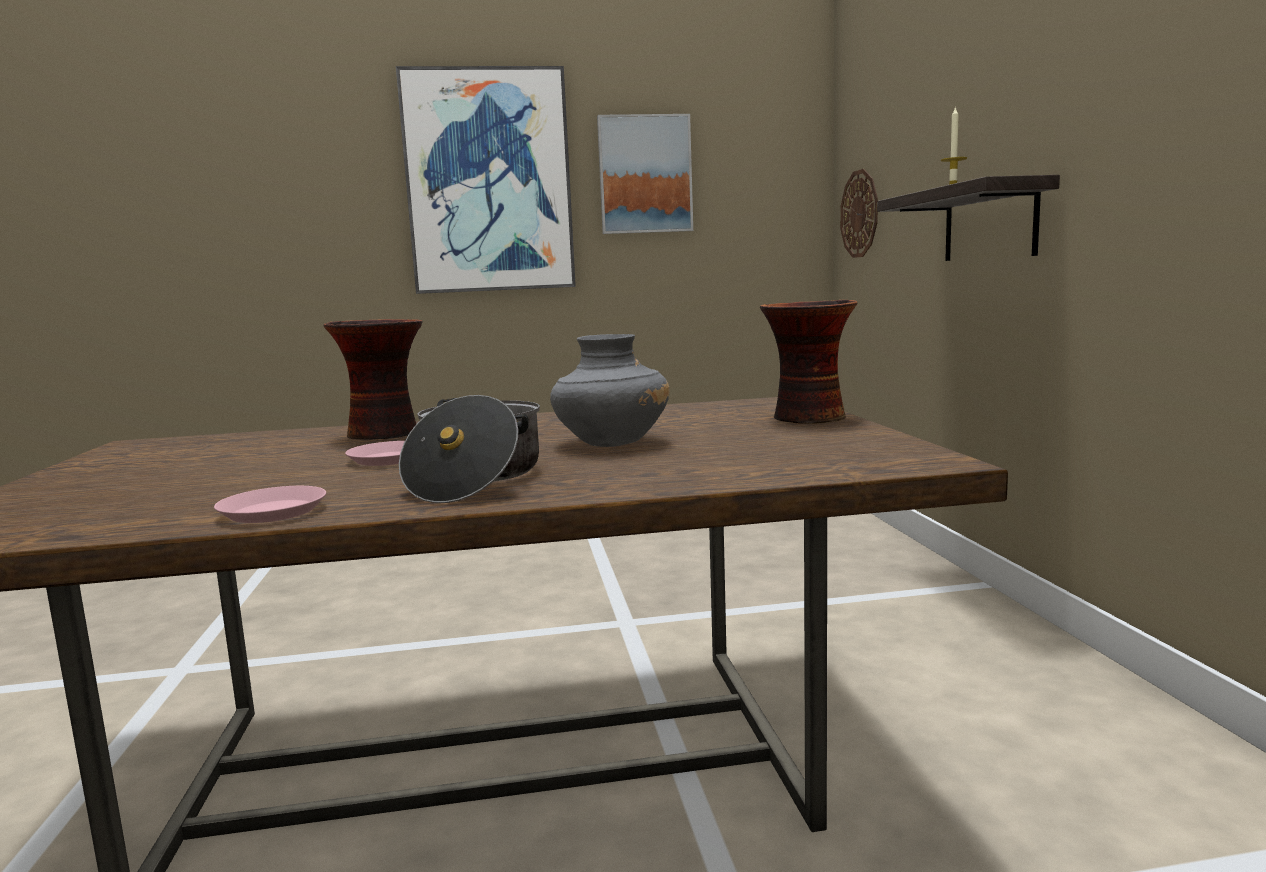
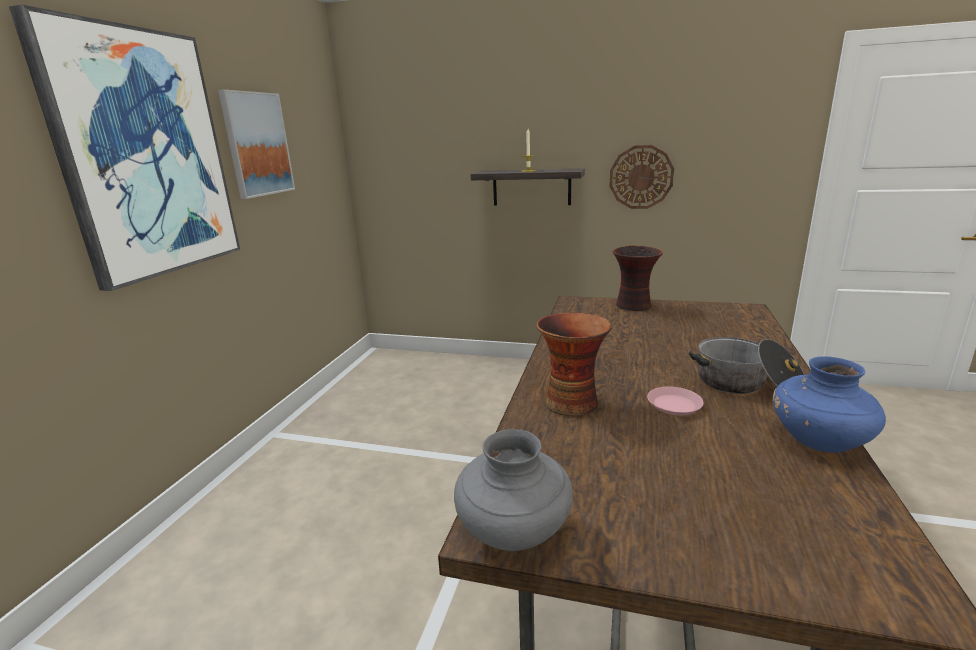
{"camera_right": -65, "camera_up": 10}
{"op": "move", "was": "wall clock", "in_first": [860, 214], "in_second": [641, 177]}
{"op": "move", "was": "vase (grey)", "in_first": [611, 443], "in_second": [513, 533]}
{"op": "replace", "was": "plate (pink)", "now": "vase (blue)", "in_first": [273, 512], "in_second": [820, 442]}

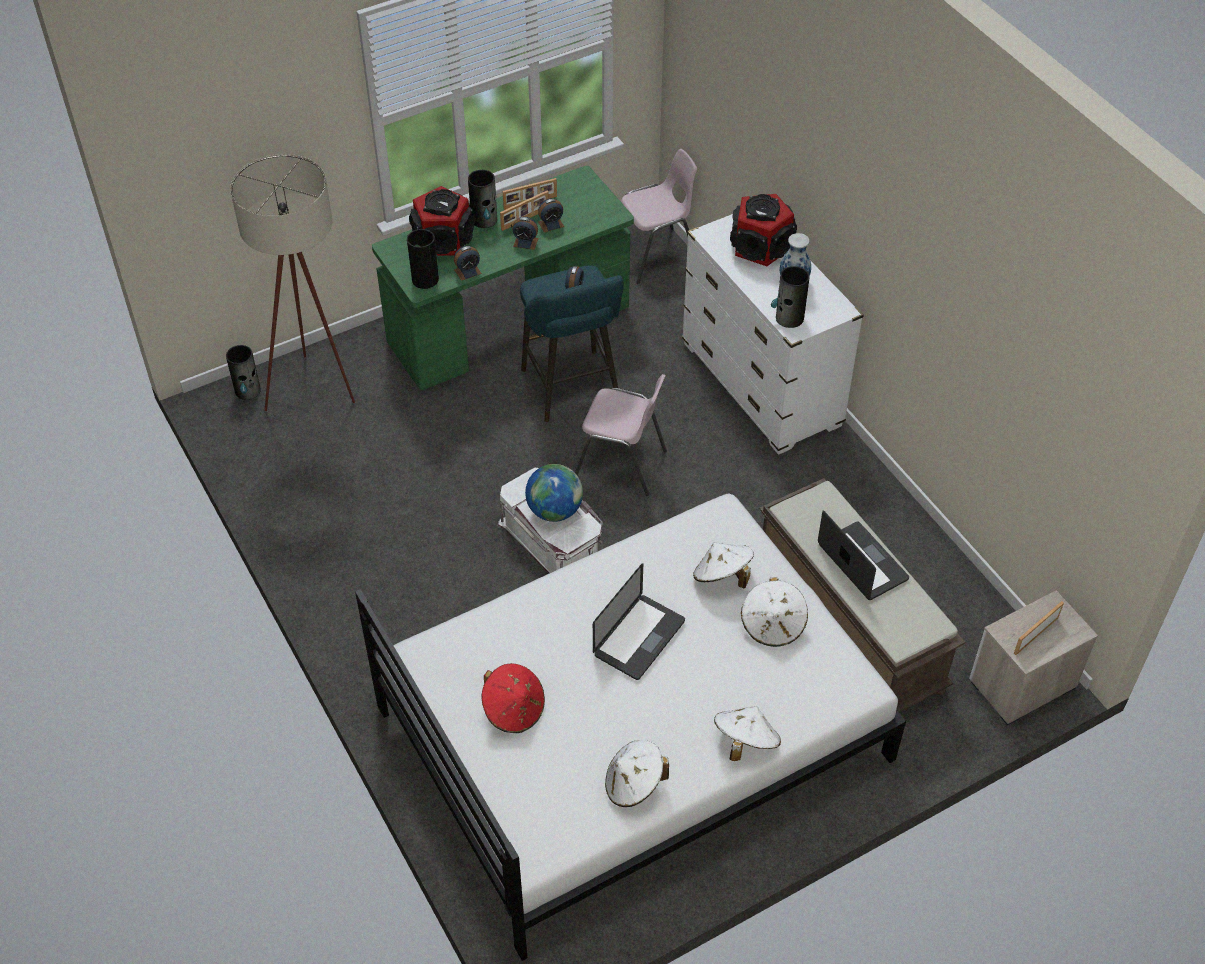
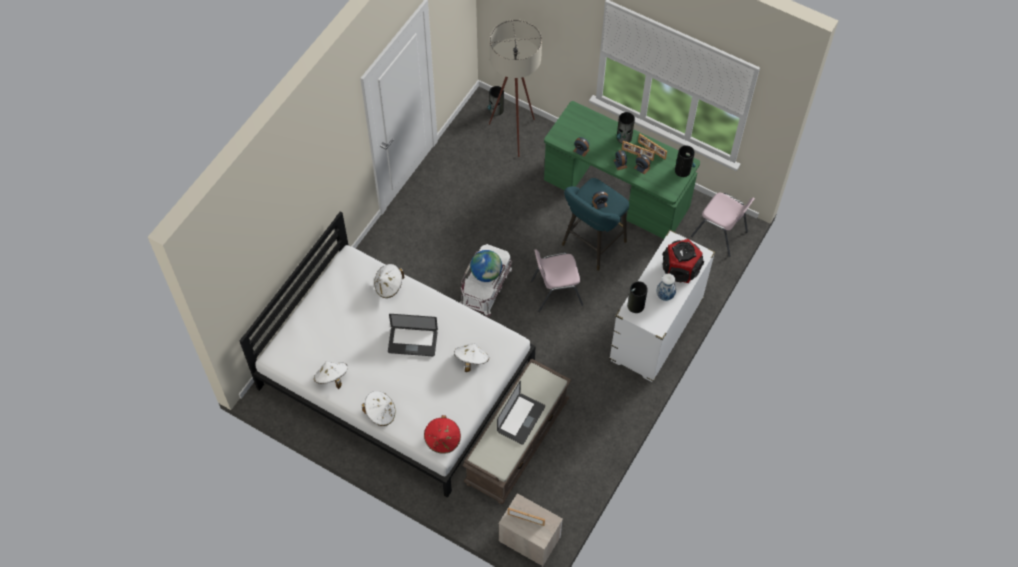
{"camera_right": 60, "camera_up": 10}
{"op": "delete", "was": "speaker", "in_first": [443, 240]}
{"op": "move", "was": "vase", "in_first": [425, 279], "in_second": [683, 170]}
{"op": "rotate", "was": "chair (pink)", "in_first": [621, 465], "in_second": [555, 292], "clockwise": 90}
{"op": "move", "was": "hat (white)", "in_first": [773, 625], "in_second": [389, 286]}
{"op": "move", "was": "hat (red)", "in_first": [514, 709], "in_second": [443, 440]}

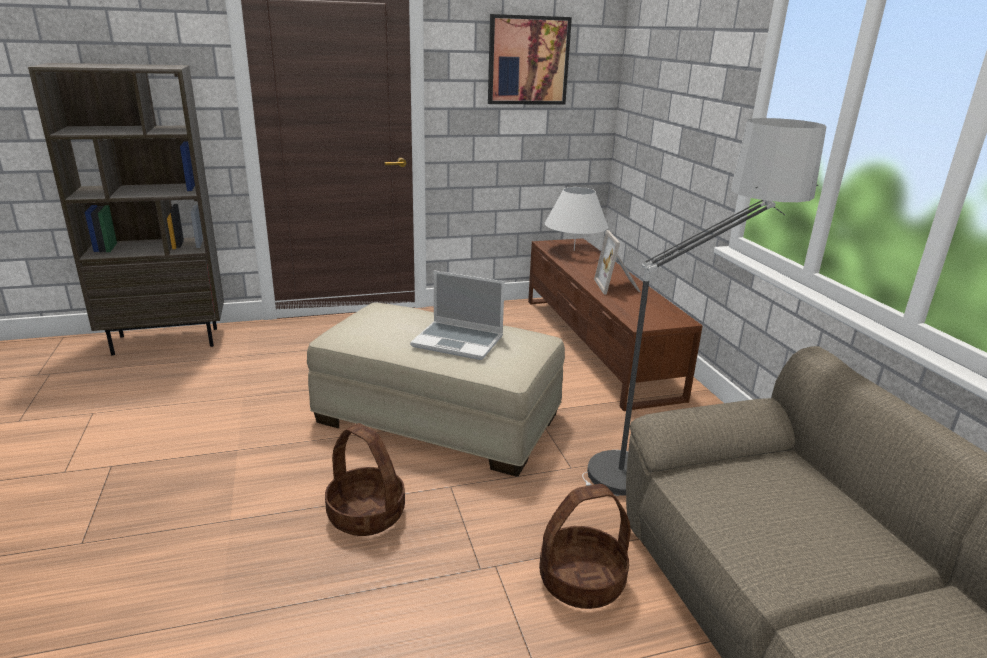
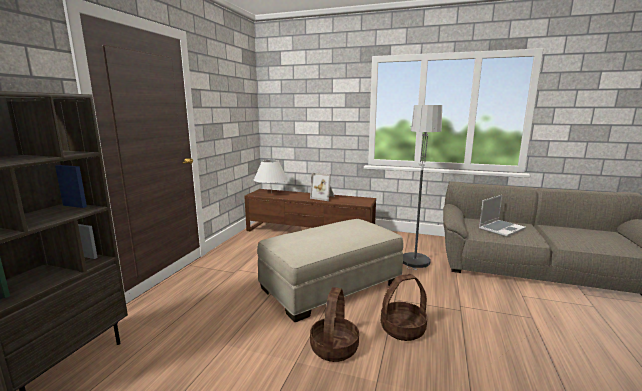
{"camera_right": -55, "camera_up": -10}
{"op": "delete", "was": "picture", "in_first": [528, 60]}
{"op": "move", "was": "laptop", "in_first": [459, 342], "in_second": [501, 228]}
{"op": "move", "was": "basket", "in_first": [581, 580], "in_second": [334, 347]}

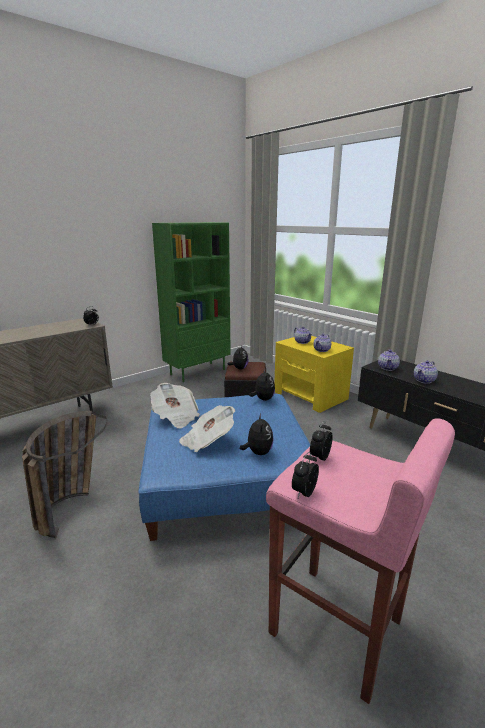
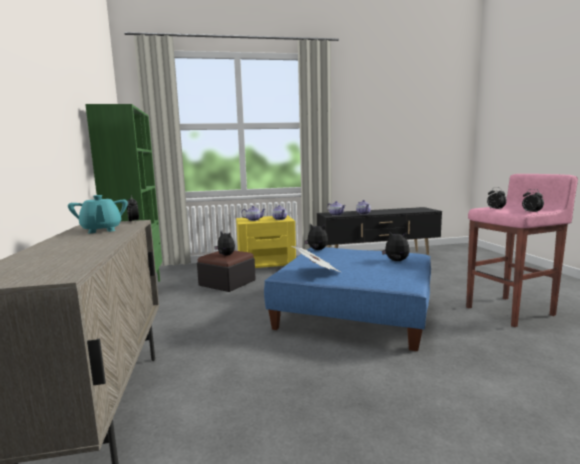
{"camera_right": -60, "camera_up": -10}
{"op": "delete", "was": "newspaper", "in_first": [207, 440]}
{"op": "delete", "was": "basket", "in_first": [71, 505]}
{"op": "insert", "now": "teapot (turquoise)", "in_second": [101, 230]}

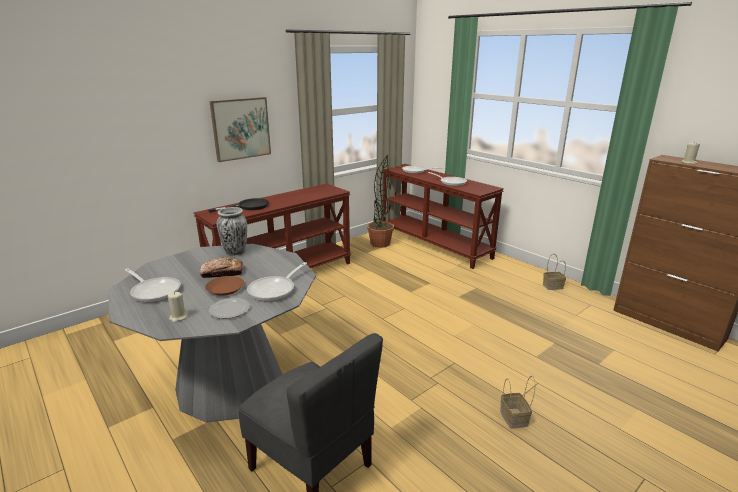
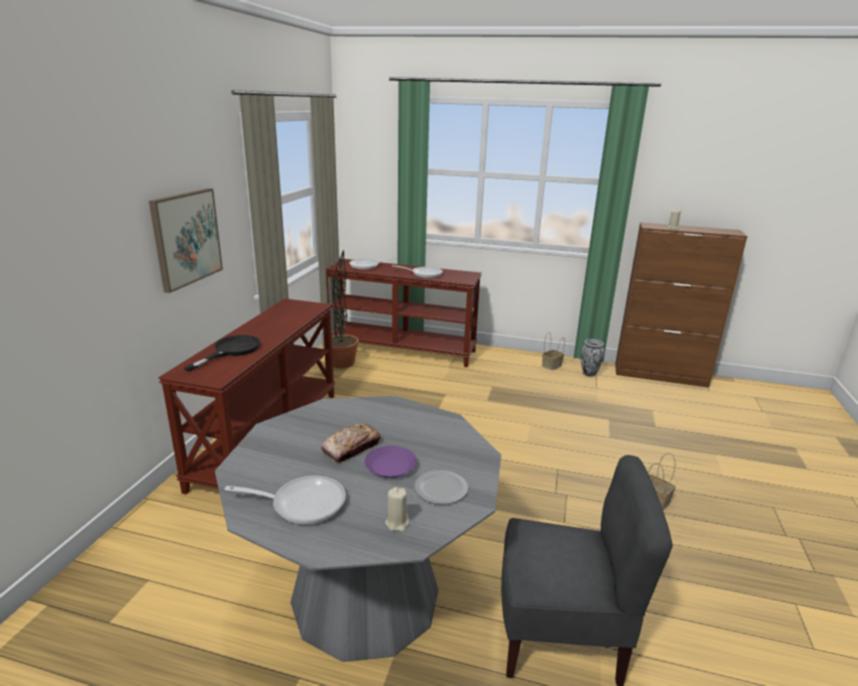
{"camera_right": -35, "camera_up": 0}
{"op": "move", "was": "vase", "in_first": [235, 252], "in_second": [589, 373]}
{"op": "delete", "was": "frying pan", "in_first": [275, 290]}
{"op": "recolor", "was": "plate (brown)", "now": "plate (purple)", "in_first": [225, 289], "in_second": [391, 466]}

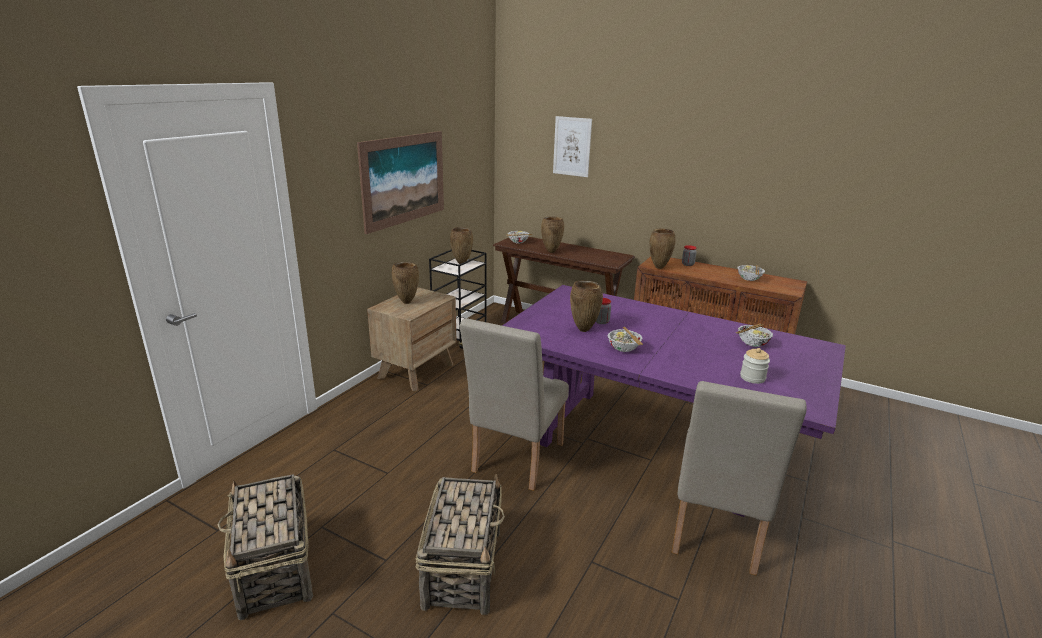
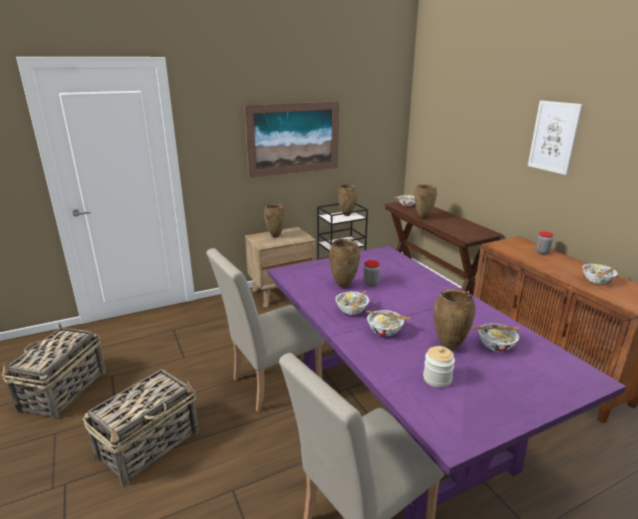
{"camera_right": 35, "camera_up": 0}
{"op": "move", "was": "picture", "in_first": [572, 146], "in_second": [554, 137]}
{"op": "move", "was": "vase (brown)", "in_first": [658, 268], "in_second": [448, 347]}
{"op": "insert", "now": "bowl", "in_second": [384, 331]}

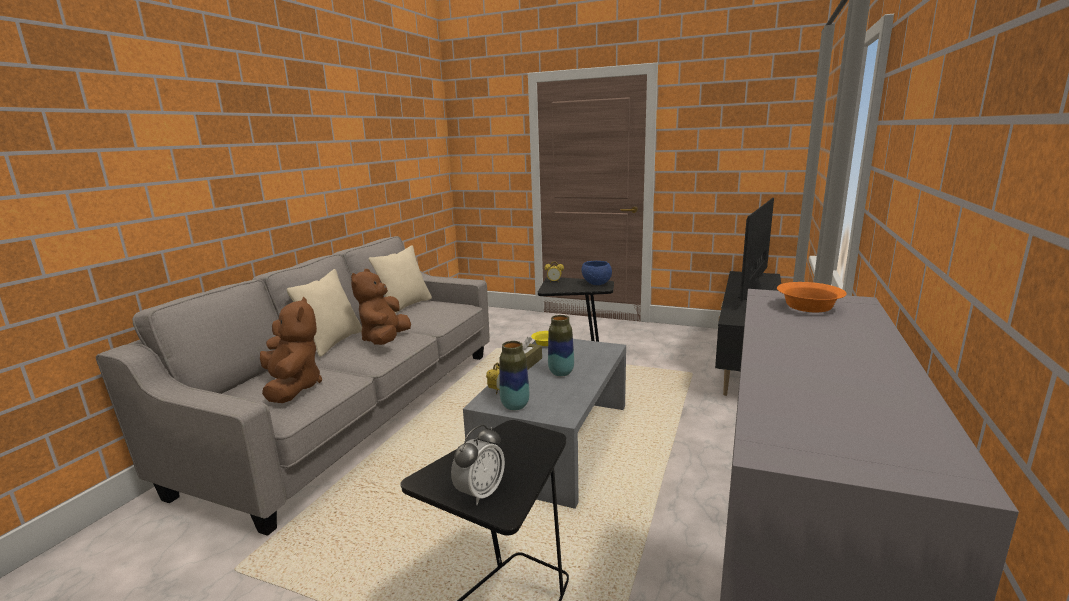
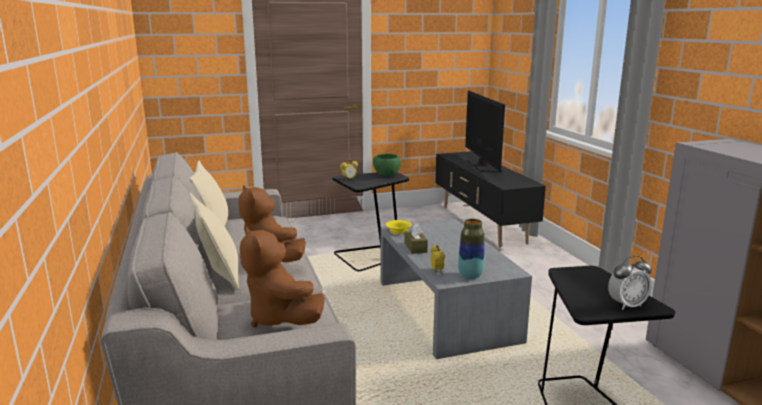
{"camera_right": -40, "camera_up": 0}
{"op": "recolor", "was": "bowl (blue)", "now": "bowl (green)", "in_first": [597, 284], "in_second": [387, 175]}
{"op": "delete", "was": "bowl (orange)", "in_first": [807, 307]}
{"op": "rotate", "was": "plush toy (brown)", "in_first": [293, 388], "in_second": [280, 318], "clockwise": -150}
{"op": "delete", "was": "vase", "in_first": [561, 373]}
{"op": "rotate", "was": "alarm clock", "in_first": [480, 493], "in_second": [627, 305], "clockwise": 75}

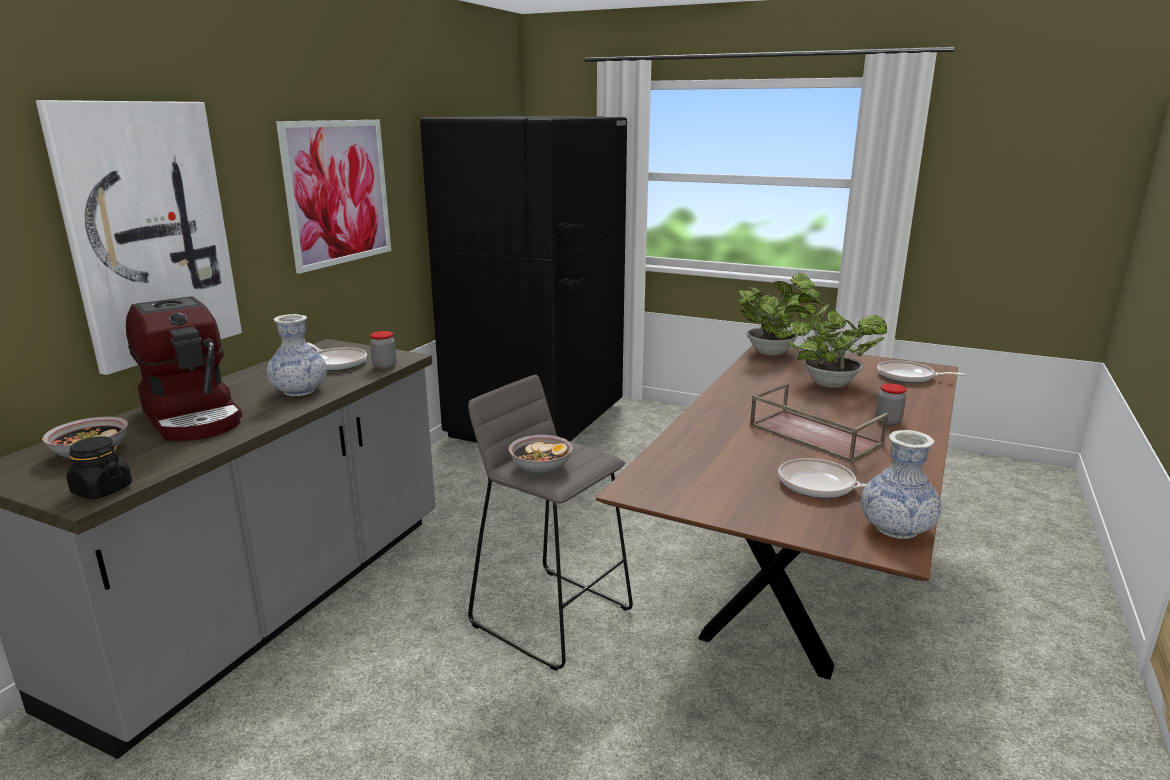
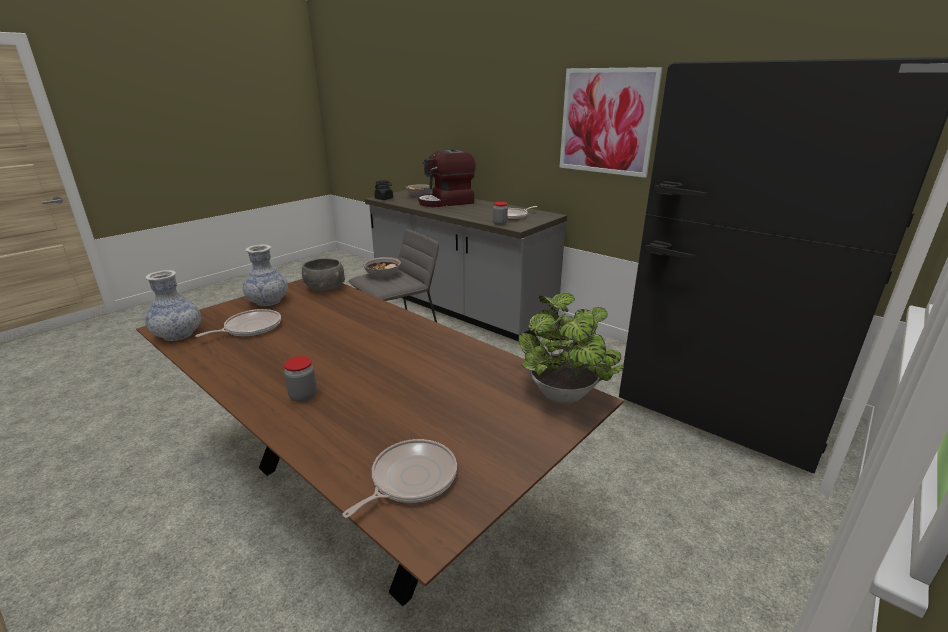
{"camera_right": 105, "camera_up": 5}
{"op": "delete", "was": "picture", "in_first": [148, 233]}
{"op": "delete", "was": "potted plant", "in_first": [825, 383]}
{"op": "move", "was": "vase", "in_first": [299, 391], "in_second": [268, 302]}
{"op": "delete", "was": "tray (brown)", "in_first": [813, 435]}
{"op": "insert", "now": "bowl (grey)", "in_second": [325, 288]}

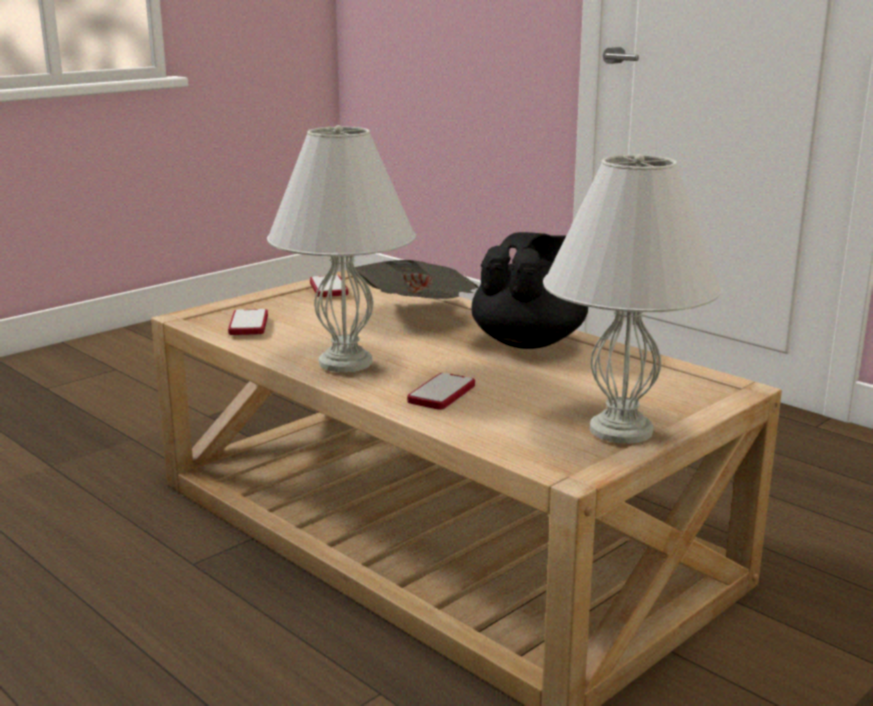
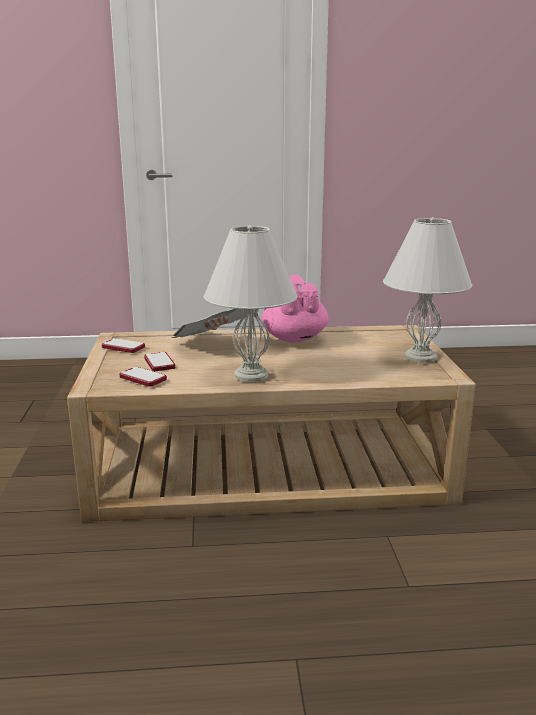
{"camera_right": -50, "camera_up": 0}
{"op": "recolor", "was": "teapot (black)", "now": "teapot (pink)", "in_first": [529, 342], "in_second": [293, 338]}
{"op": "move", "was": "phone", "in_first": [441, 393], "in_second": [159, 363]}

